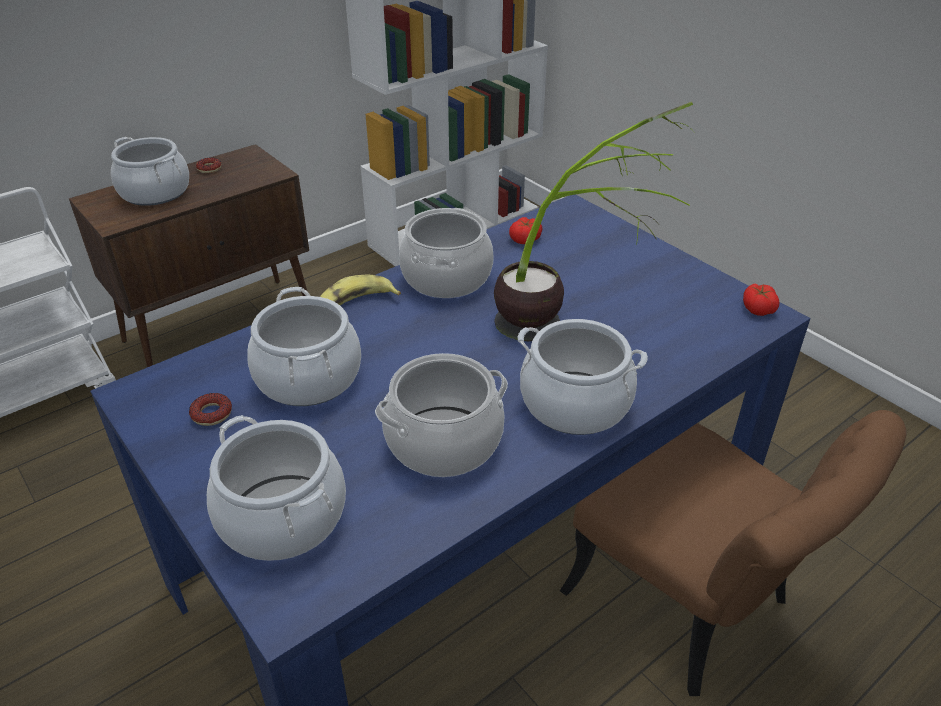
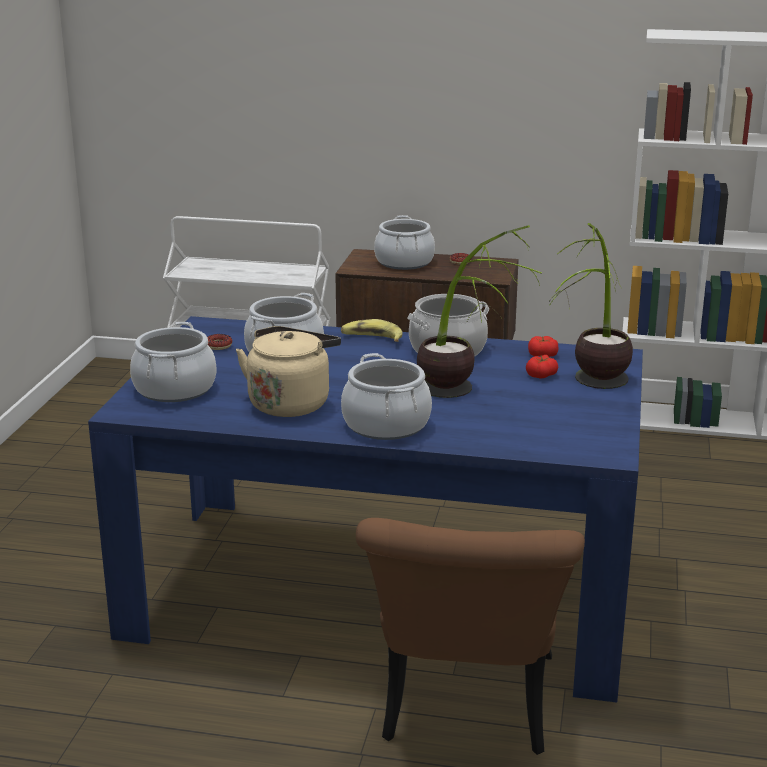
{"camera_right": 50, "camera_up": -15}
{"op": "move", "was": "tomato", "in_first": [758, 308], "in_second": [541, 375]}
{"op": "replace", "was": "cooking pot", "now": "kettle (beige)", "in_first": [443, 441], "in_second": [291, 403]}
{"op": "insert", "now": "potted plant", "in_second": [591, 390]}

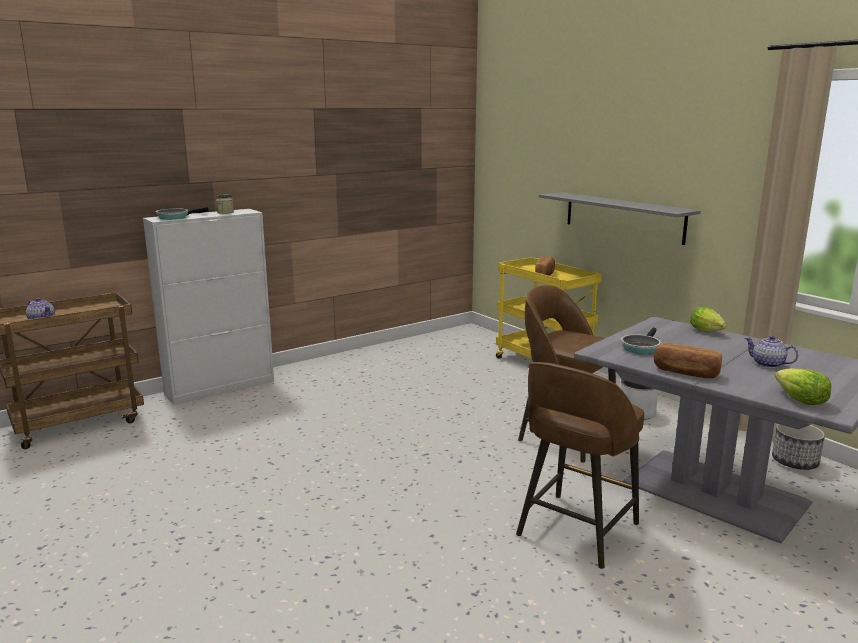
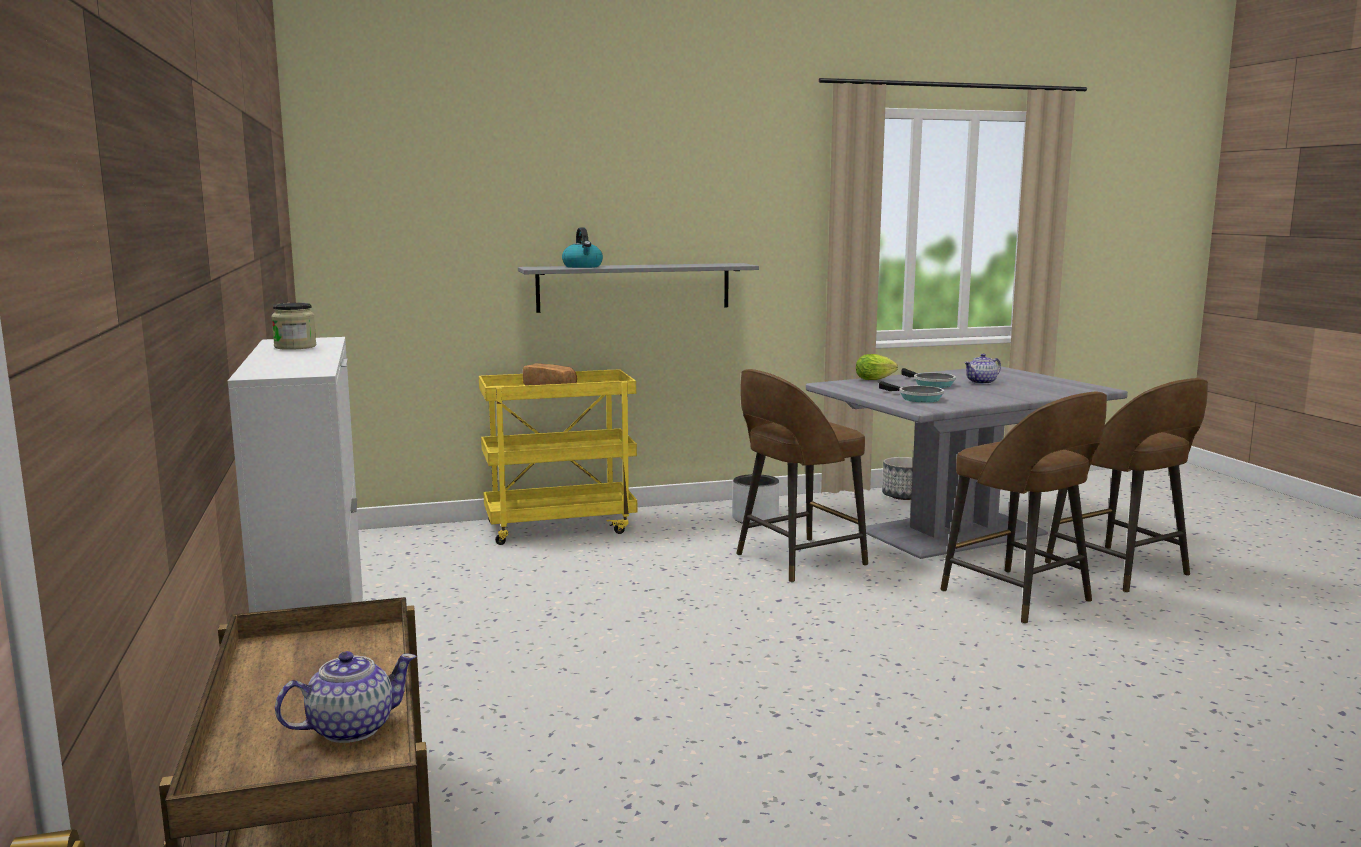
{"camera_right": -70, "camera_up": -5}
{"op": "move", "was": "frying pan", "in_first": [175, 217], "in_second": [931, 384]}
{"op": "delete", "was": "bread", "in_first": [686, 372]}
{"op": "delete", "was": "lettuce", "in_first": [800, 400]}
{"op": "insert", "now": "kettle", "in_second": [583, 266]}
{"op": "insert", "now": "stool (brown)", "in_second": [1119, 570]}

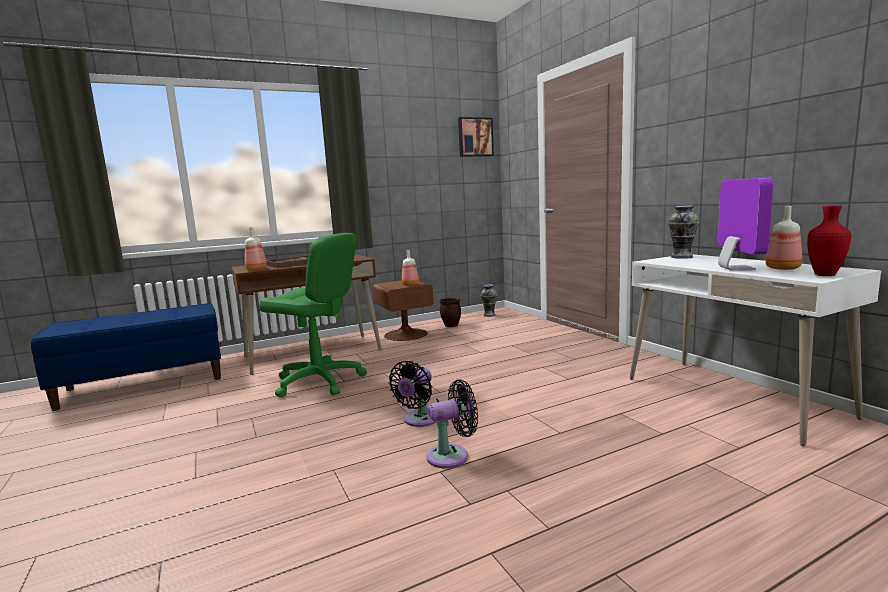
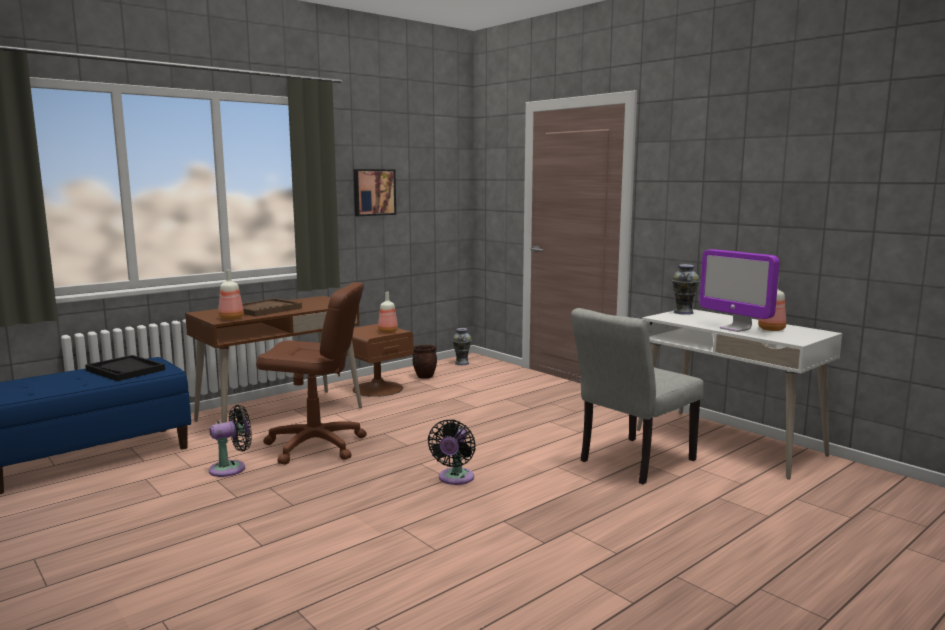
{"camera_right": -15, "camera_up": 0}
{"op": "move", "was": "picture", "in_first": [475, 137], "in_second": [373, 192]}
{"op": "rotate", "was": "monitor", "in_first": [736, 268], "in_second": [735, 328], "clockwise": 150}
{"op": "delete", "was": "vase (red)", "in_first": [826, 275]}
{"op": "recolor", "was": "office chair (green)", "now": "office chair (brown)", "in_first": [319, 381], "in_second": [315, 446]}
{"op": "move", "was": "fan (black)", "in_first": [452, 456], "in_second": [231, 468]}
{"op": "insert", "now": "chair (grey)", "in_second": [631, 462]}
{"op": "insert", "now": "tray (black)", "in_second": [125, 370]}

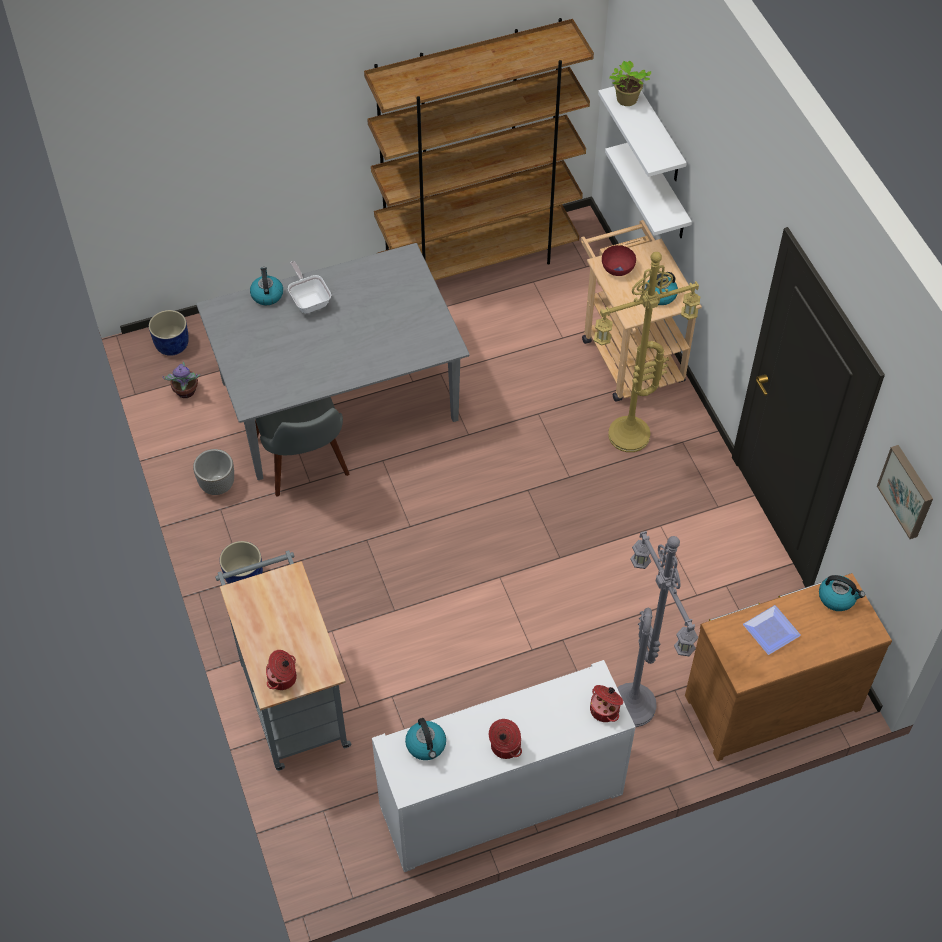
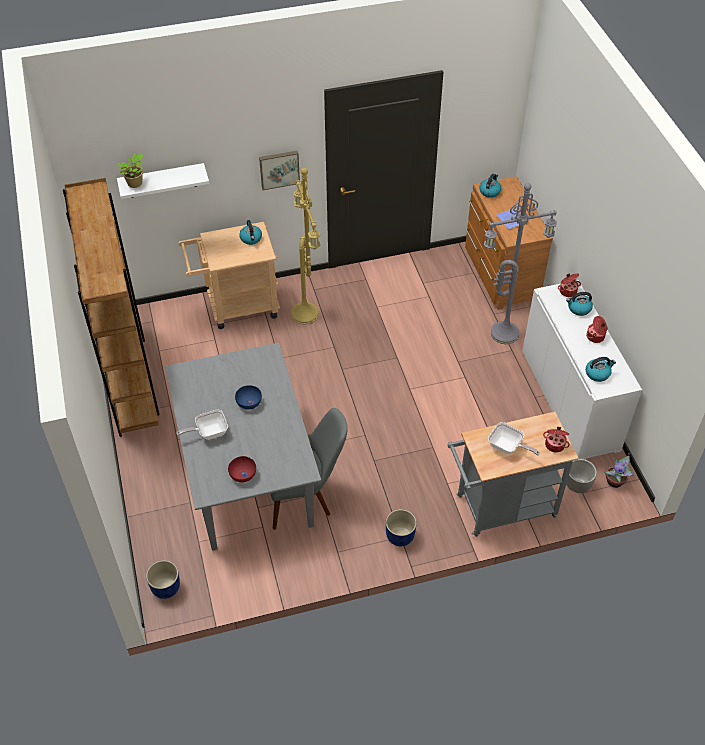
{"camera_right": -85, "camera_up": -5}
{"op": "delete", "was": "shelf (white)", "in_first": [664, 192]}
{"op": "move", "was": "bowl (red)", "in_first": [618, 268], "in_second": [242, 474]}
{"op": "move", "was": "kettle", "in_first": [267, 294], "in_second": [578, 308]}
{"op": "move", "was": "potted plant", "in_first": [185, 392], "in_second": [615, 482]}
{"op": "move", "was": "picture", "in_first": [907, 491], "in_second": [279, 169]}
{"op": "move", "was": "planter", "in_first": [217, 485], "in_second": [577, 486]}
{"op": "insert", "now": "bowl (blue)", "in_second": [249, 402]}
{"op": "insert", "now": "frying pan", "in_second": [507, 447]}

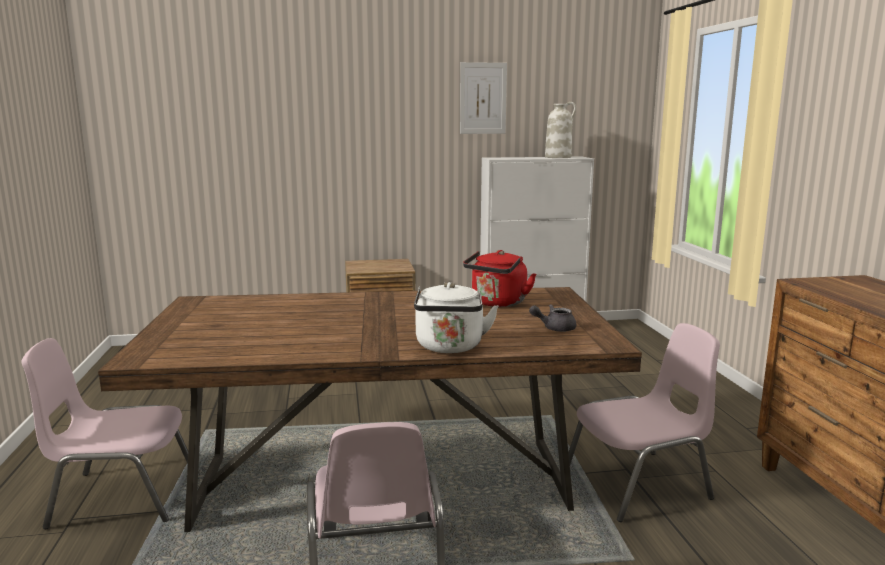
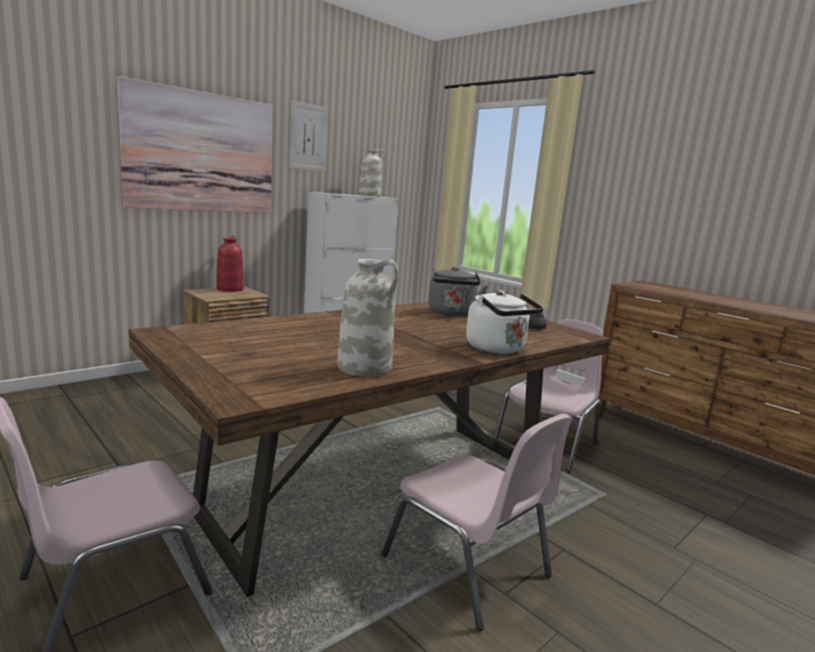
{"camera_right": -35, "camera_up": 0}
{"op": "recolor", "was": "kettle (red)", "now": "kettle (grey)", "in_first": [497, 303], "in_second": [451, 313]}
{"op": "insert", "now": "picture", "in_second": [201, 152]}
{"op": "insert", "now": "vase (red)", "in_second": [229, 289]}
{"op": "insert", "now": "vase (white)", "in_second": [365, 368]}

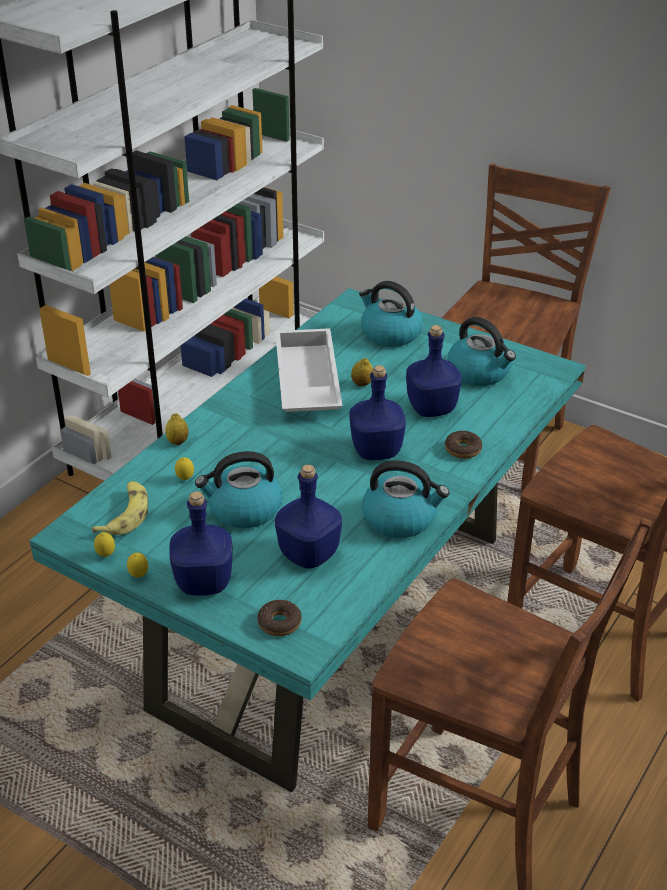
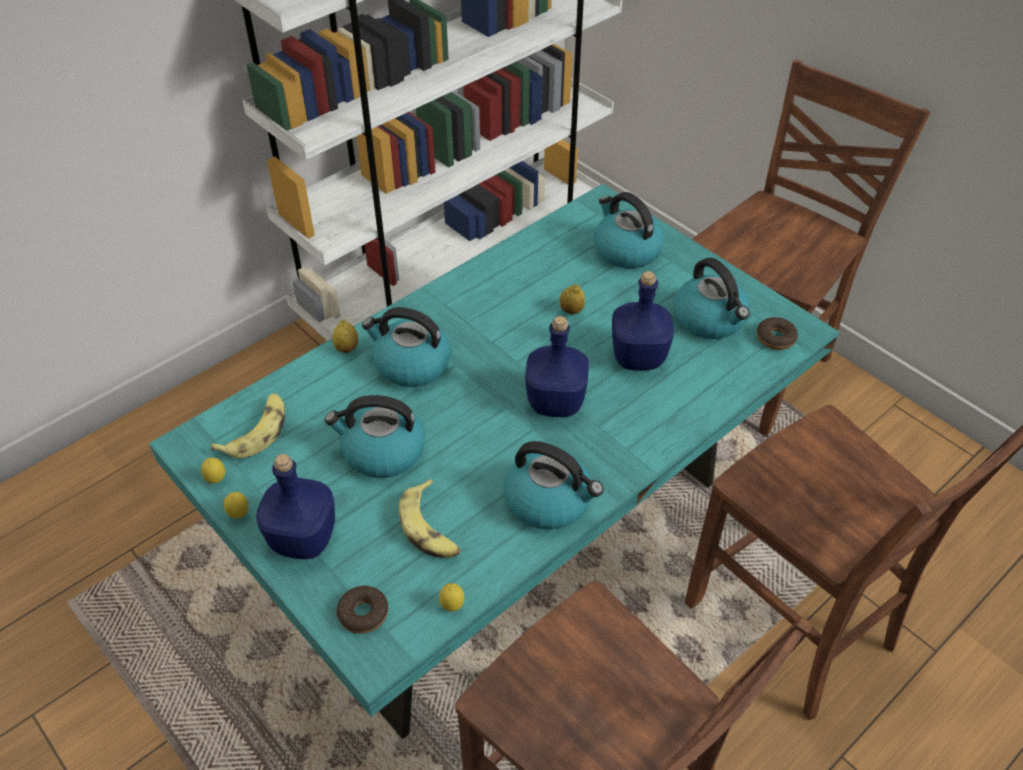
{"camera_right": 15, "camera_up": 10}
{"op": "delete", "was": "tray (white)", "in_first": [305, 381]}
{"op": "move", "was": "donut", "in_first": [463, 449], "in_second": [775, 338]}
{"op": "move", "was": "lemon", "in_first": [185, 479], "in_second": [452, 606]}
{"op": "replace", "was": "bottle (blue)", "now": "banana", "in_first": [310, 555], "in_second": [431, 528]}
{"op": "insert", "now": "kettle", "in_second": [411, 364]}

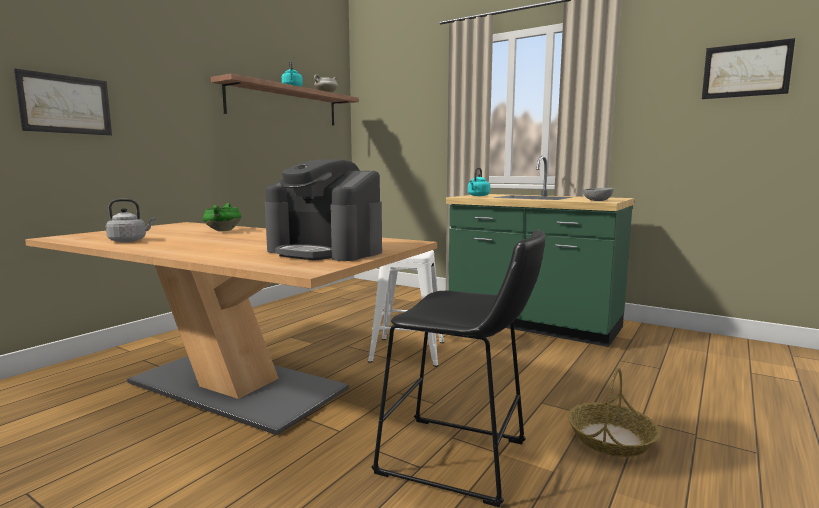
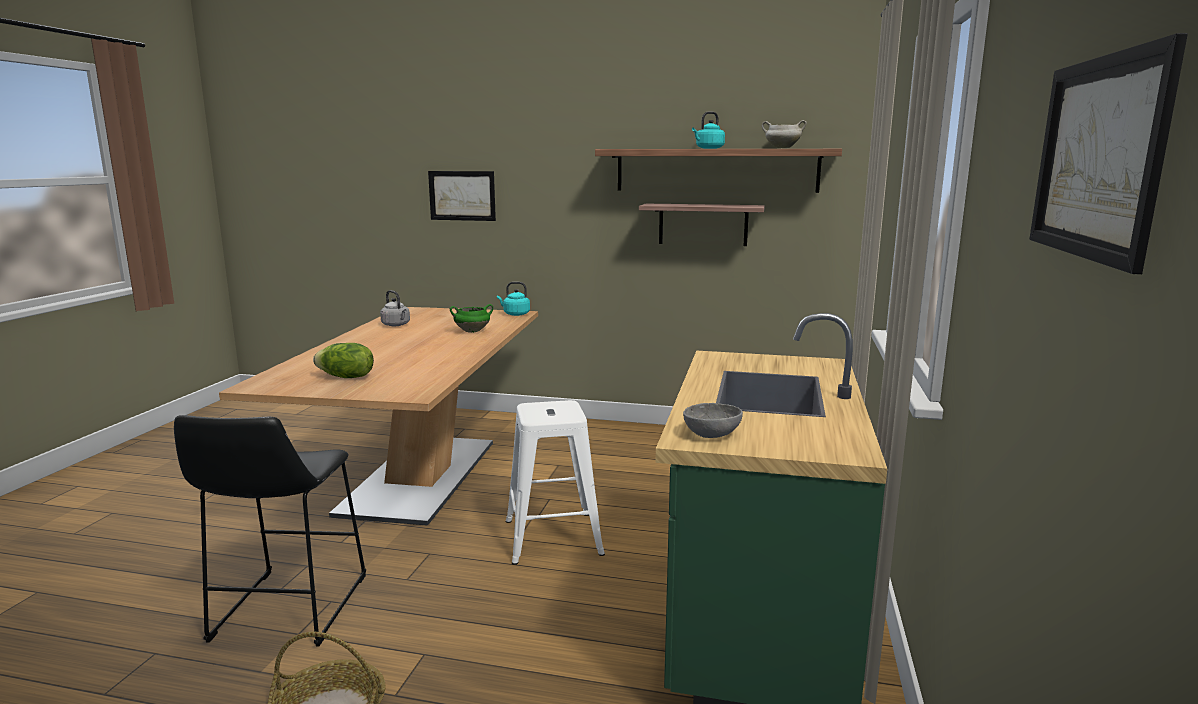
{"camera_right": 70, "camera_up": 5}
{"op": "replace", "was": "coffee machine", "now": "lettuce", "in_first": [326, 251], "in_second": [346, 377]}
{"op": "move", "was": "kettle (turquoise)", "in_first": [478, 195], "in_second": [515, 314]}
{"op": "insert", "now": "shelf", "in_second": [703, 224]}

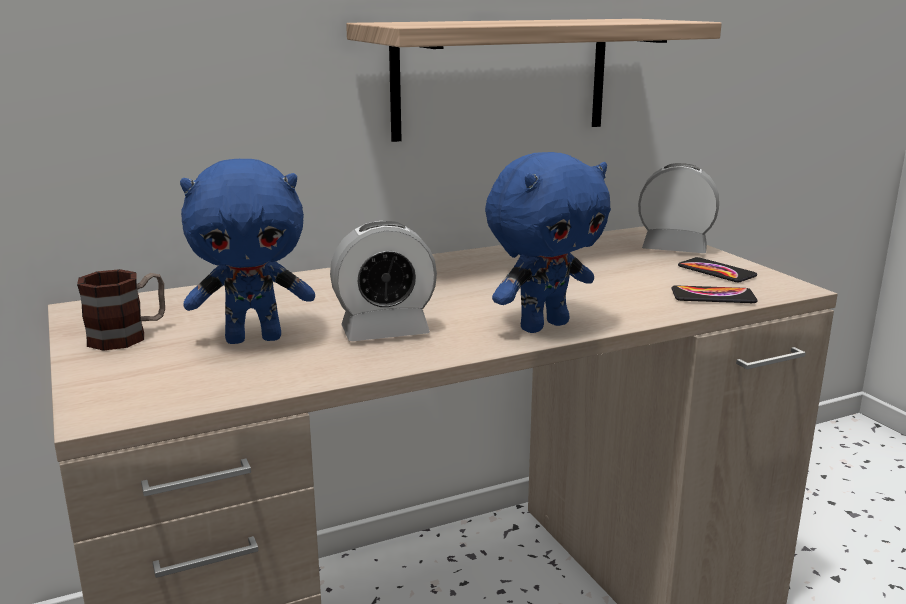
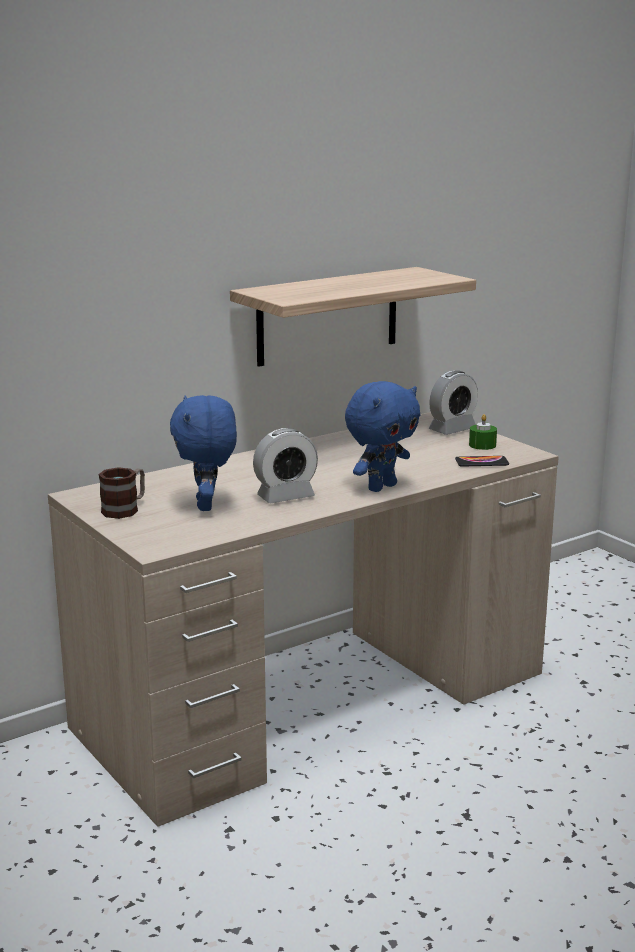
{"camera_right": -10, "camera_up": 0}
{"op": "rotate", "was": "plush toy (blue)", "in_first": [254, 338], "in_second": [207, 505], "clockwise": 105}
{"op": "rotate", "was": "alarm clock", "in_first": [674, 248], "in_second": [452, 429], "clockwise": 135}
{"op": "replace", "was": "phone", "now": "candle (green)", "in_first": [716, 271], "in_second": [482, 445]}

